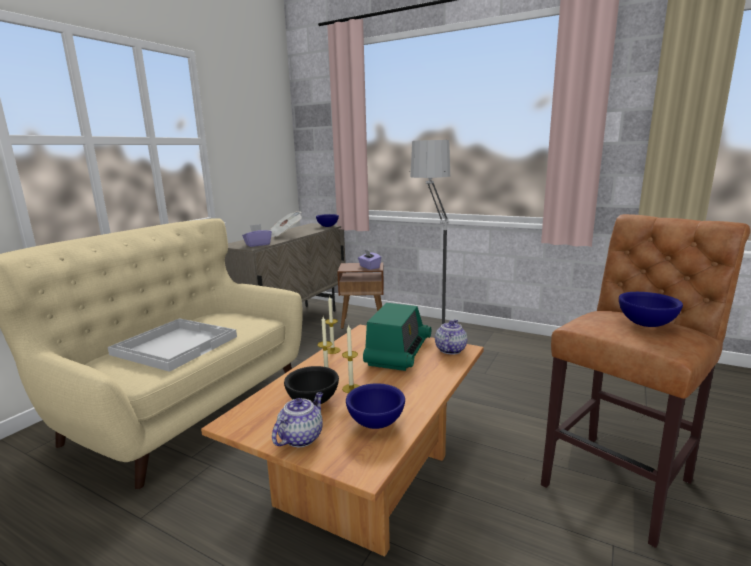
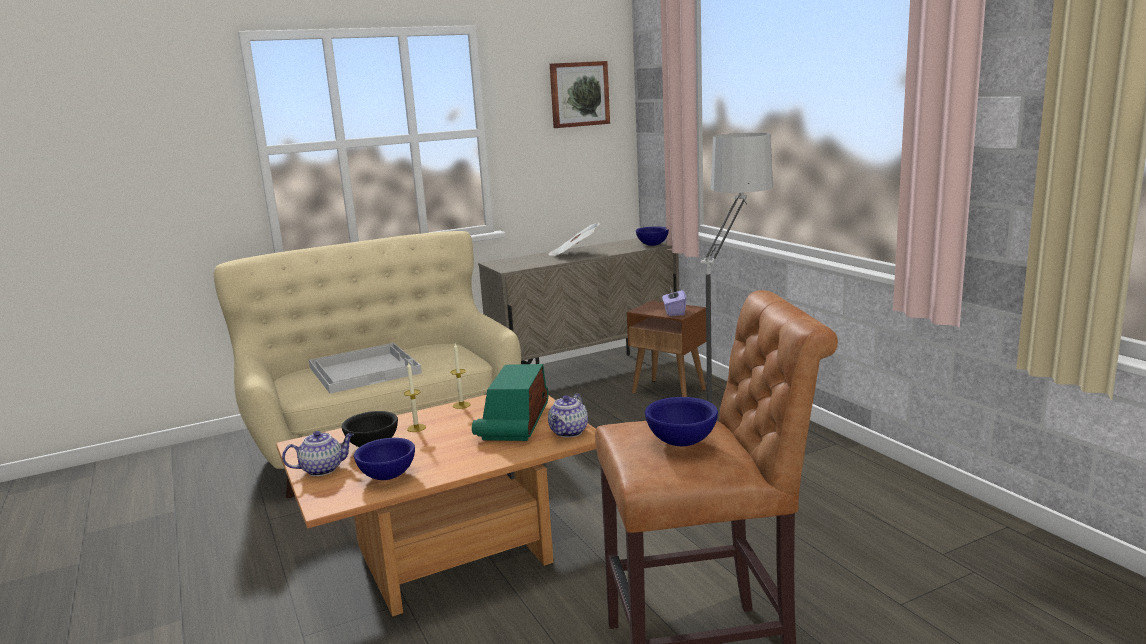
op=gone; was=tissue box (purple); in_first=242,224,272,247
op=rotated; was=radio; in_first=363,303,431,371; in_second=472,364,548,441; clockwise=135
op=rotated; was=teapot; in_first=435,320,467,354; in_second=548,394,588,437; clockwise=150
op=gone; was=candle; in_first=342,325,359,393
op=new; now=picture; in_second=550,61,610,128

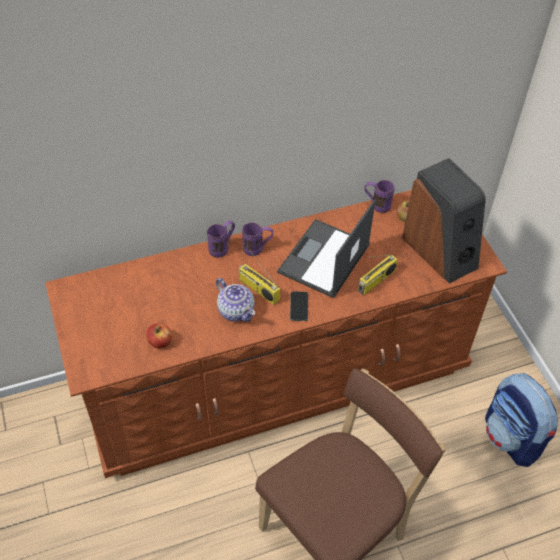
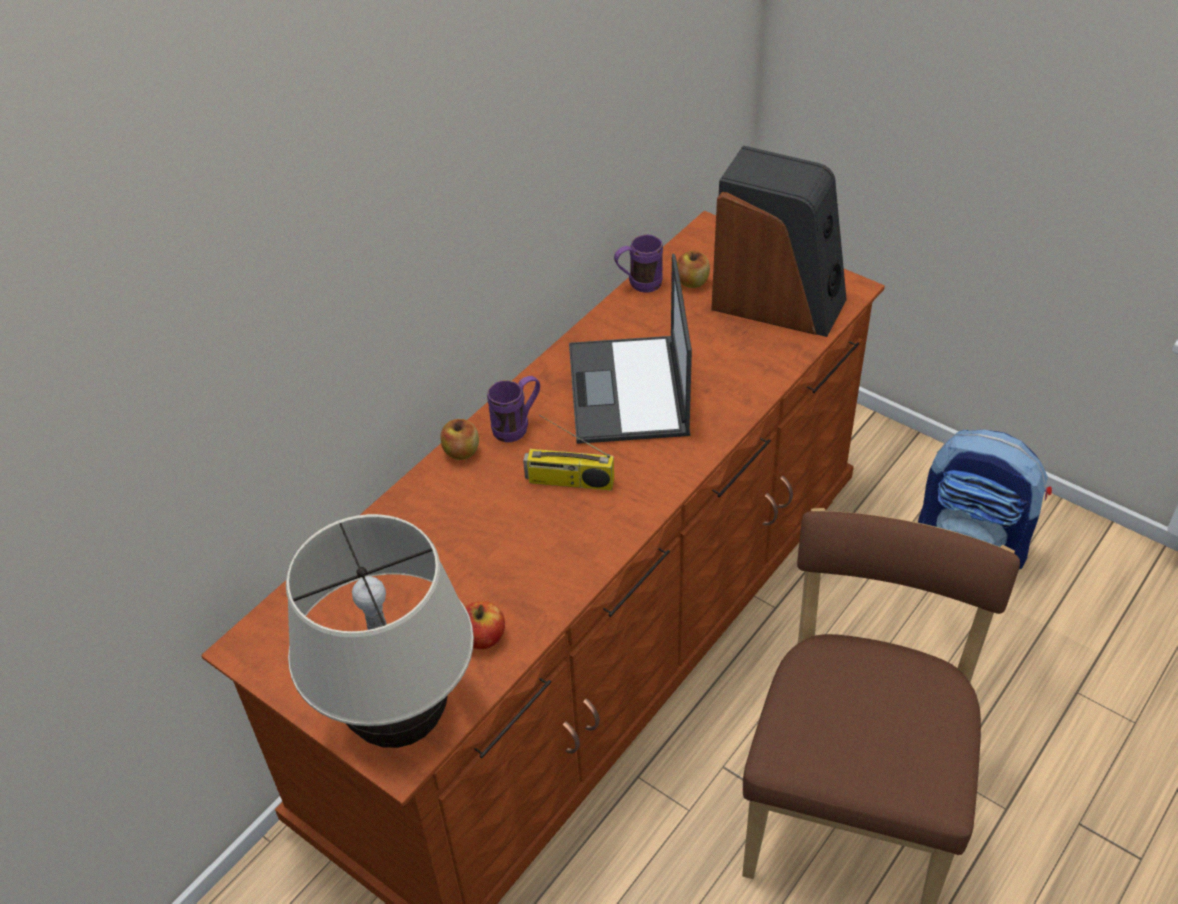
op=swapped; was=mug (purple); now=apple; in_first=207,221,235,258; in_second=440,419,479,460
op=gone; was=radio; in_first=358,254,398,295
op=gone; was=teapot; in_first=216,278,255,322
op=gone; was=phone; in_first=290,291,308,321
op=new; now=table lamp (beige); in_second=286,514,474,748

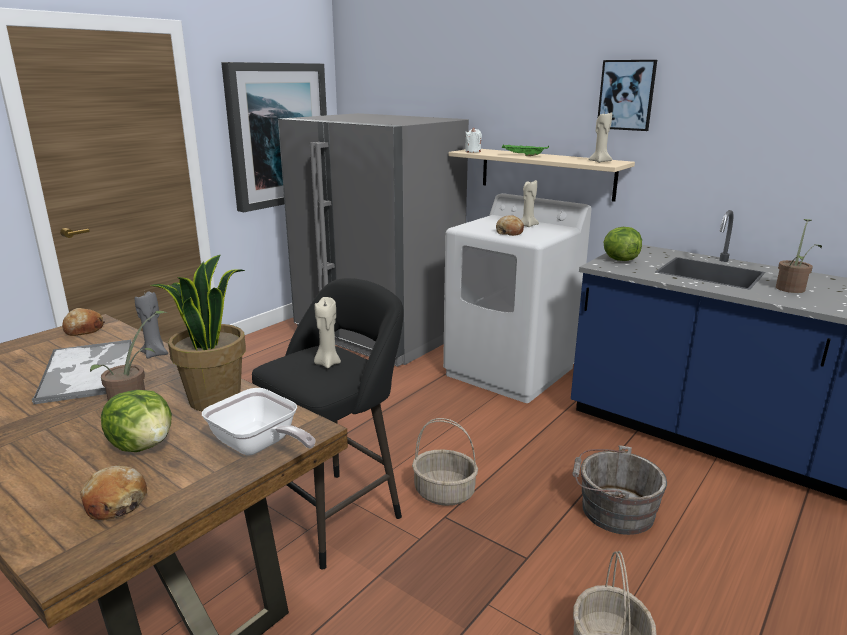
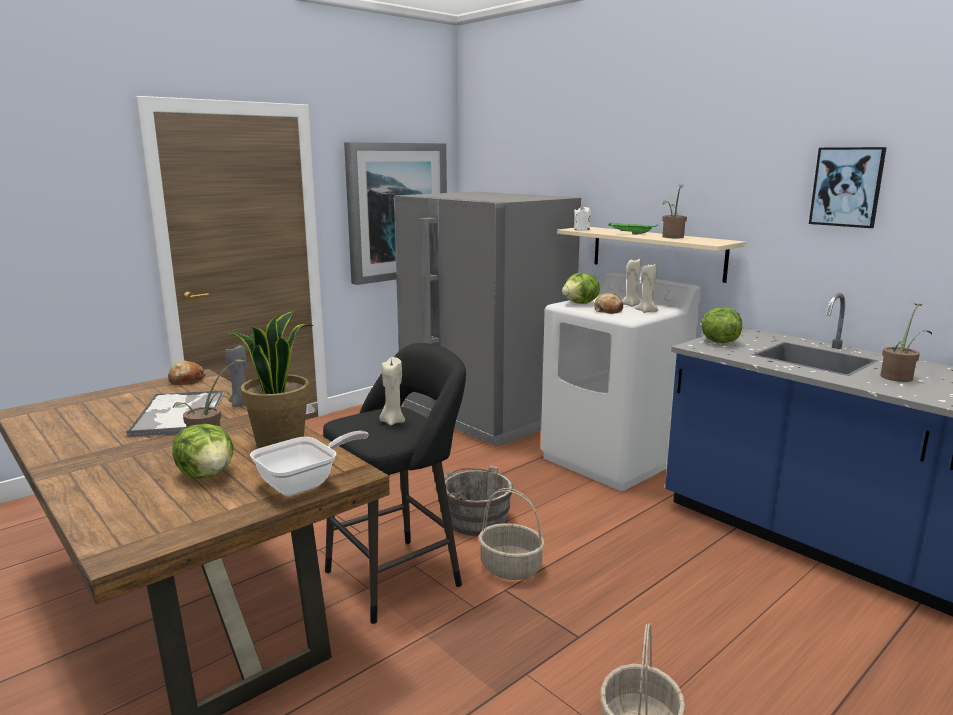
op=shifted; was=picture; in_first=598,60,657,131; in_second=809,147,887,228
op=shifted; was=candle (beige); in_first=588,112,612,163; in_second=635,264,659,313
op=rotated; was=frying pan; in_first=202,388,316,455; in_second=250,431,369,496; clockwise=-90
op=shifted; was=bucket (grey); in_first=572,445,667,535; in_second=434,465,513,536
op=gone; was=bread; in_first=80,466,147,520
op=new; now=potted plant; in_second=662,184,687,238
op=new; now=lettuce; in_second=562,273,600,304

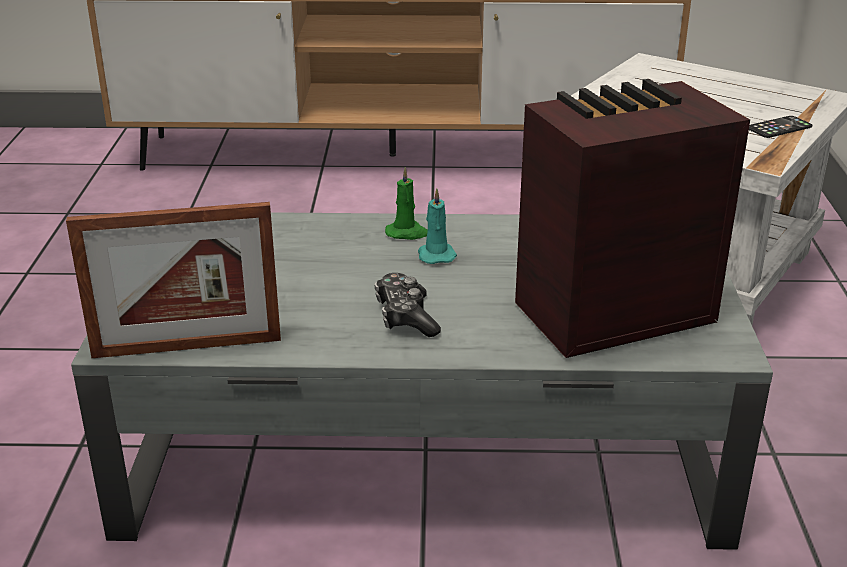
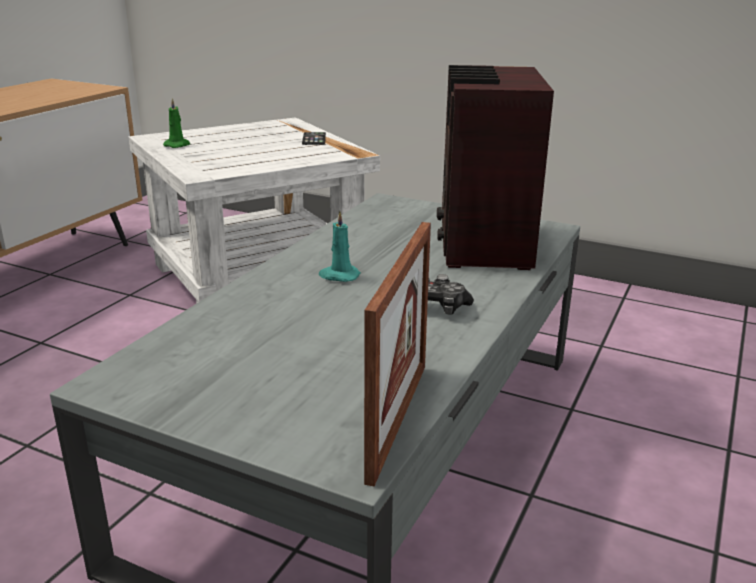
op=shifted; was=candle (green); in_first=385,167,428,240; in_second=163,98,190,148

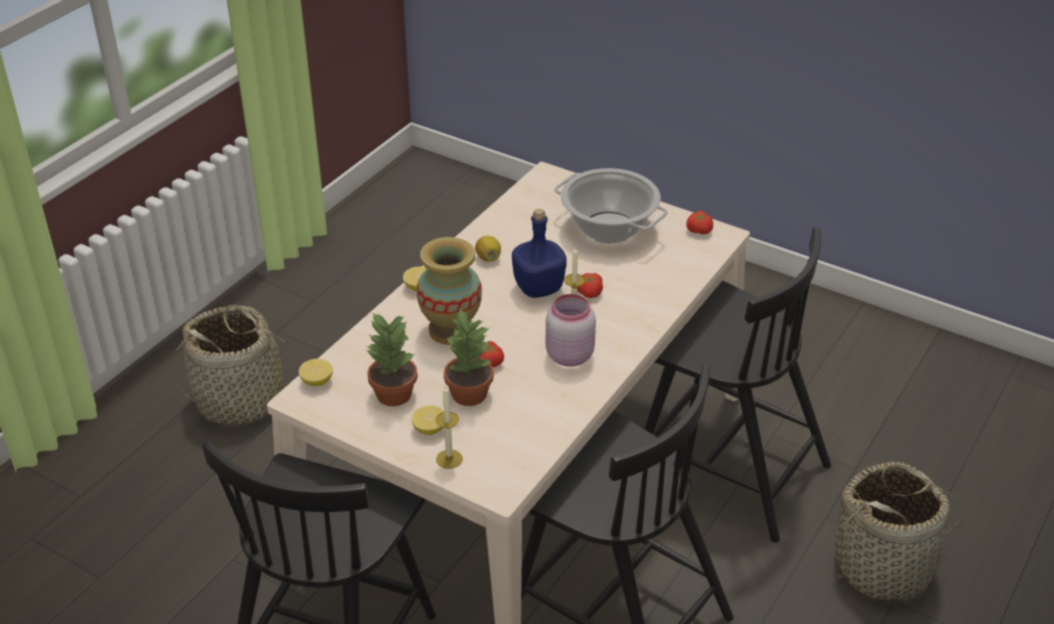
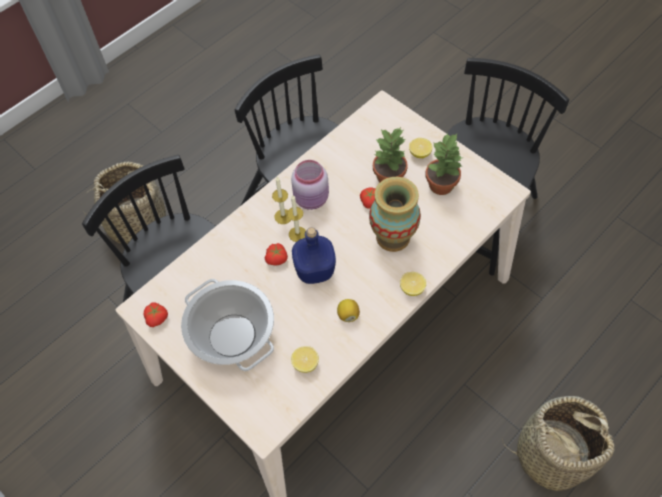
op=shifted; was=lemon; in_first=299,359,333,386; in_second=291,346,319,373
op=shifted; was=candle; in_first=436,385,463,469; in_second=272,177,291,224

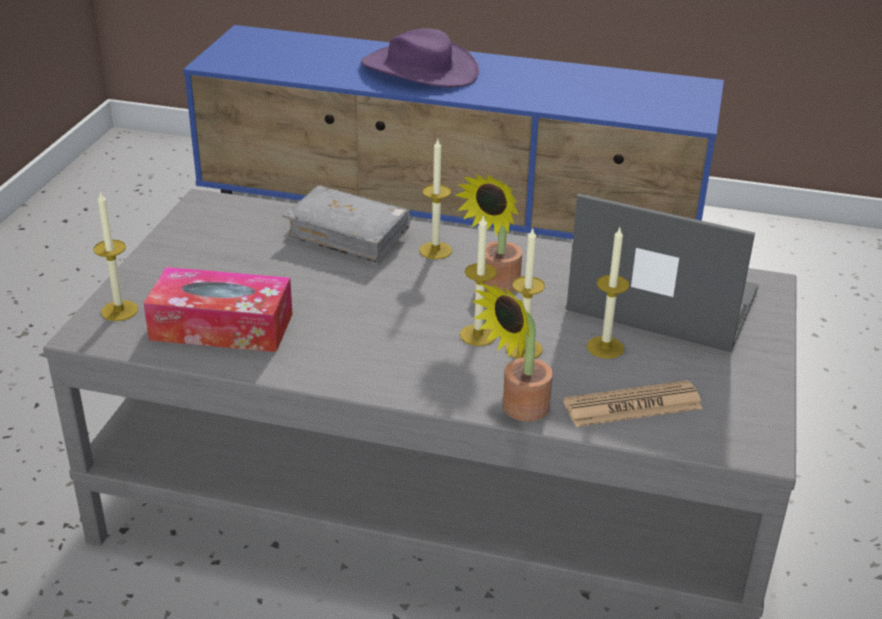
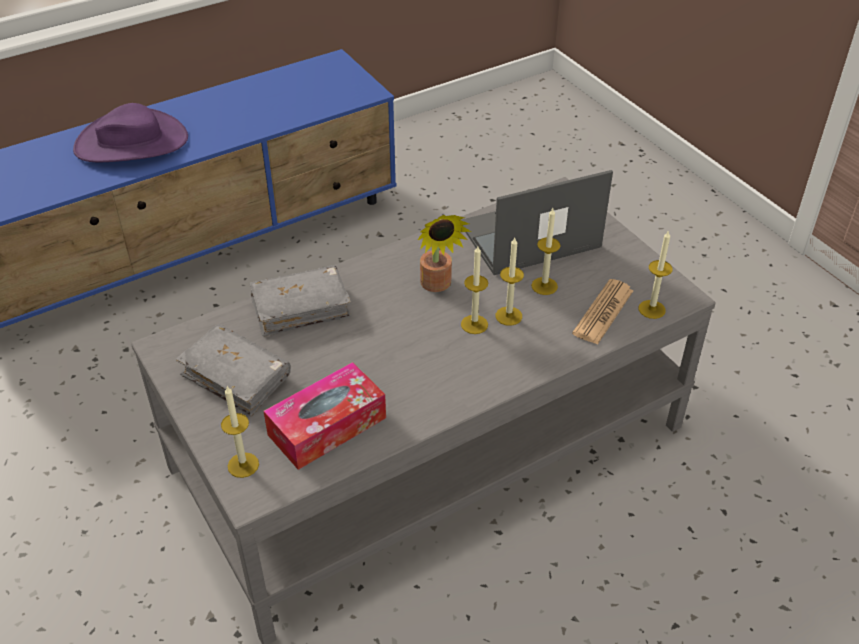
op=shifted; was=candle; in_first=419,139,452,259; in_second=639,230,673,319
op=gone; was=potted plant; in_first=471,283,553,422
op=new; now=book (grey); in_second=176,324,291,416

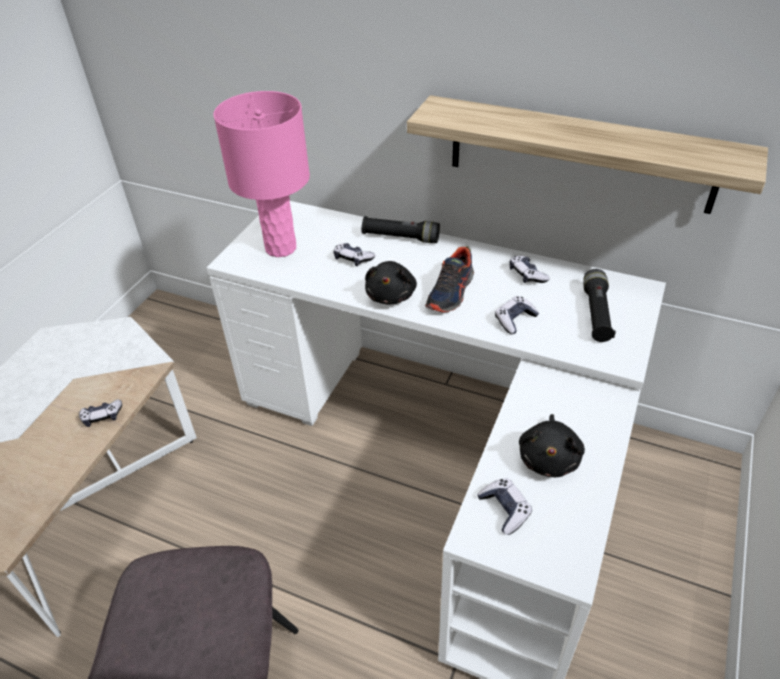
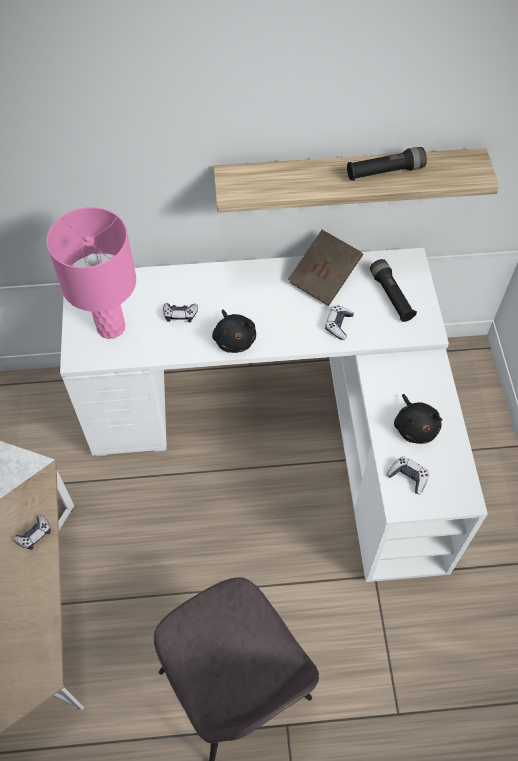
op=shifted; was=flashlight (black); in_first=361,216,440,243; in_second=347,147,427,181
op=gone; was=shoe; in_first=426,246,474,313
op=swapped; was=game controller; now=book (brown); in_first=509,256,550,283; in_second=288,230,363,306

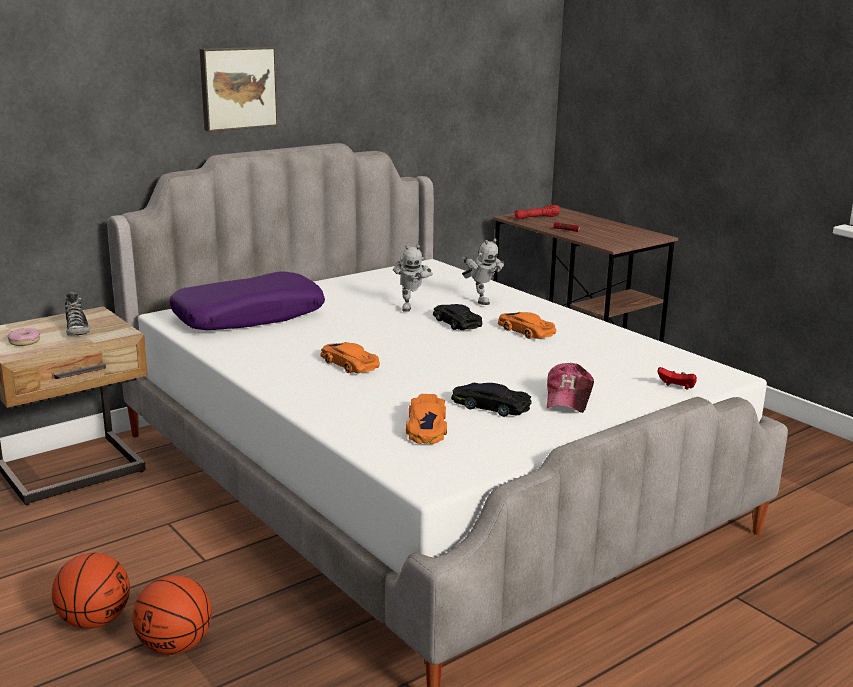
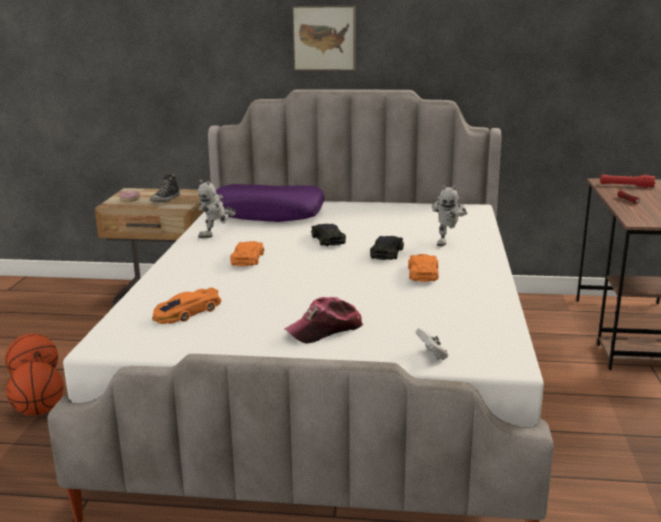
op=shifted; was=toy robot; in_first=393,245,433,312; in_second=198,180,236,238
op=repainted; was=game controller (red); now=game controller (white); in_first=657,367,697,389; in_second=415,328,448,360
op=shifted; was=toy car (black); in_first=451,383,532,417; in_second=311,224,346,246

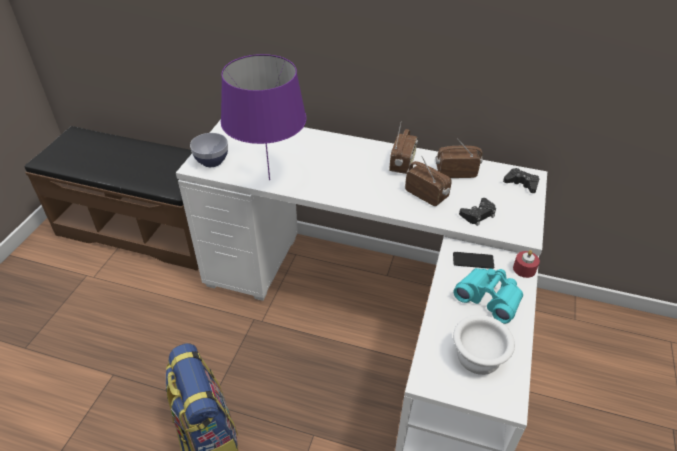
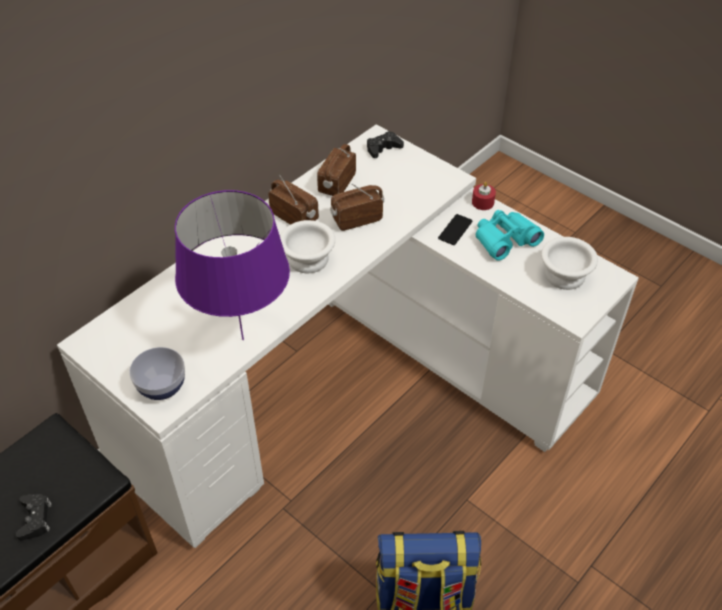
op=shifted; was=game controller (black); in_first=459,198,496,226; in_second=16,494,52,540
op=new; now=bowl (white); in_second=280,220,335,273

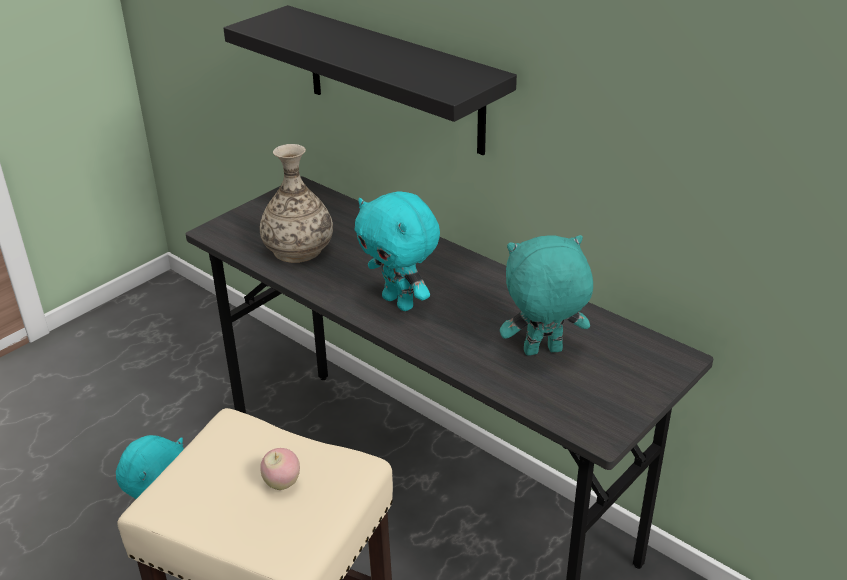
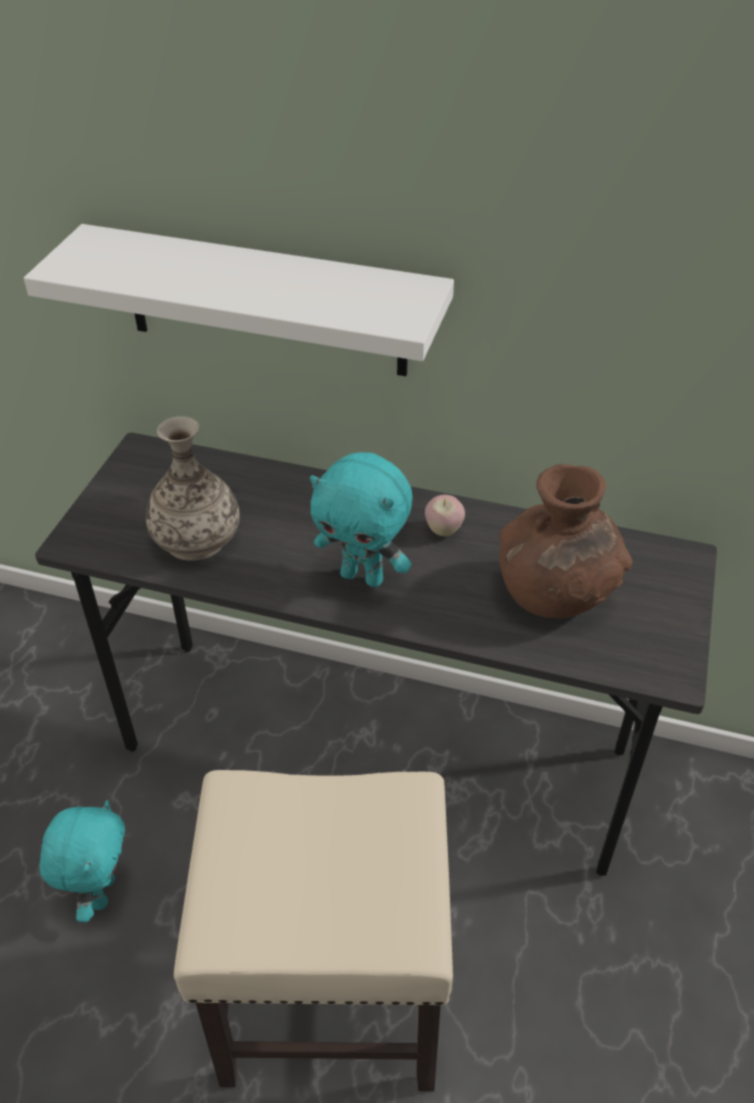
op=repainted; was=shelf (black); now=shelf (white); in_first=223,5,517,155; in_second=24,224,454,376
op=swapped; was=plush toy (turquoise); now=vase (brown); in_first=500,235,593,355; in_second=499,464,633,618
op=shifted; was=apple; in_first=260,448,300,490; in_second=425,495,465,537

